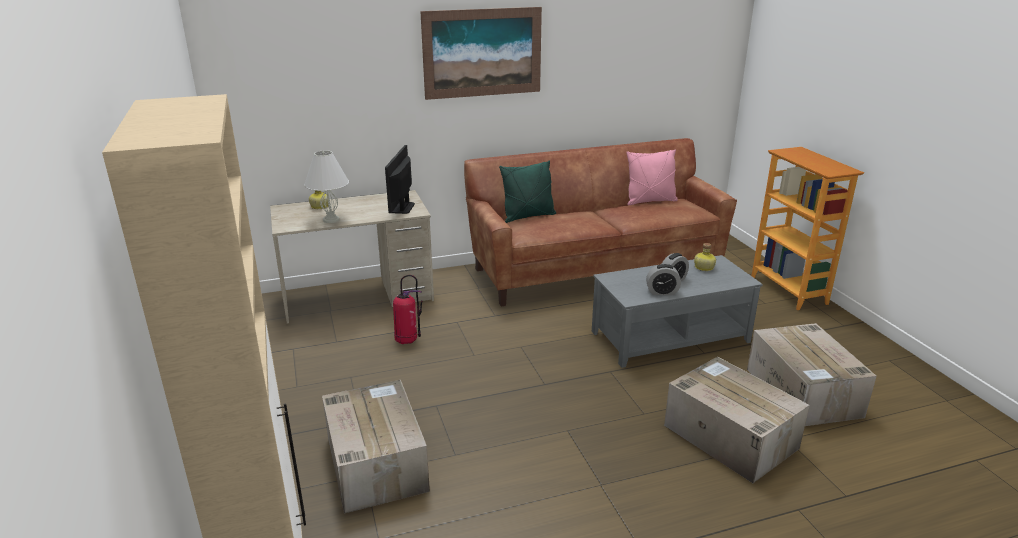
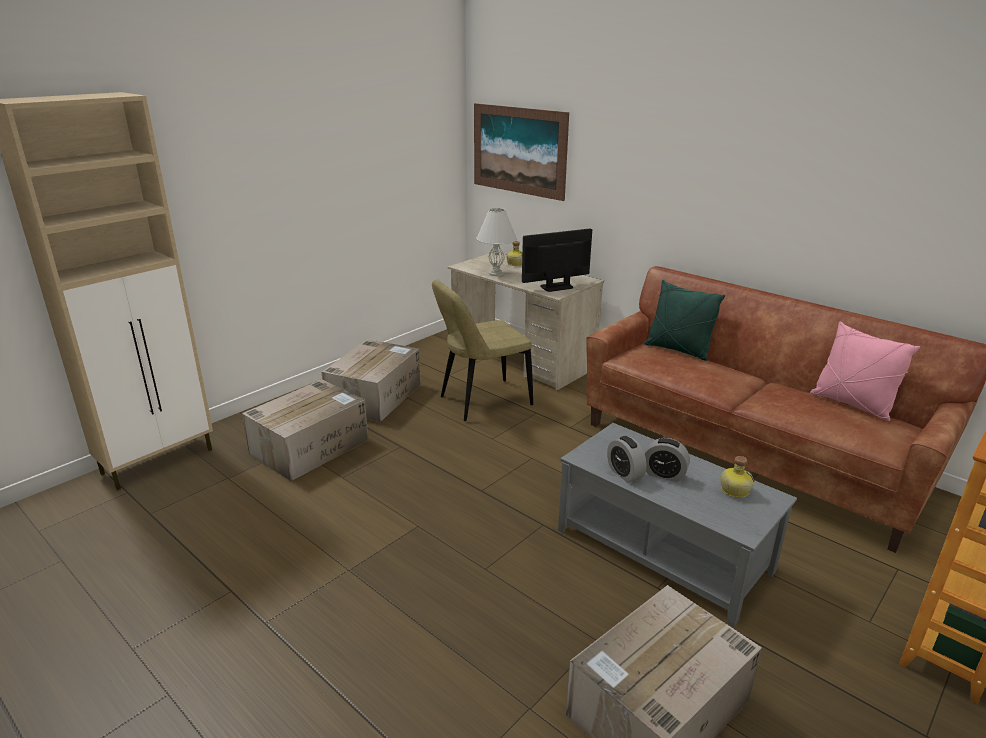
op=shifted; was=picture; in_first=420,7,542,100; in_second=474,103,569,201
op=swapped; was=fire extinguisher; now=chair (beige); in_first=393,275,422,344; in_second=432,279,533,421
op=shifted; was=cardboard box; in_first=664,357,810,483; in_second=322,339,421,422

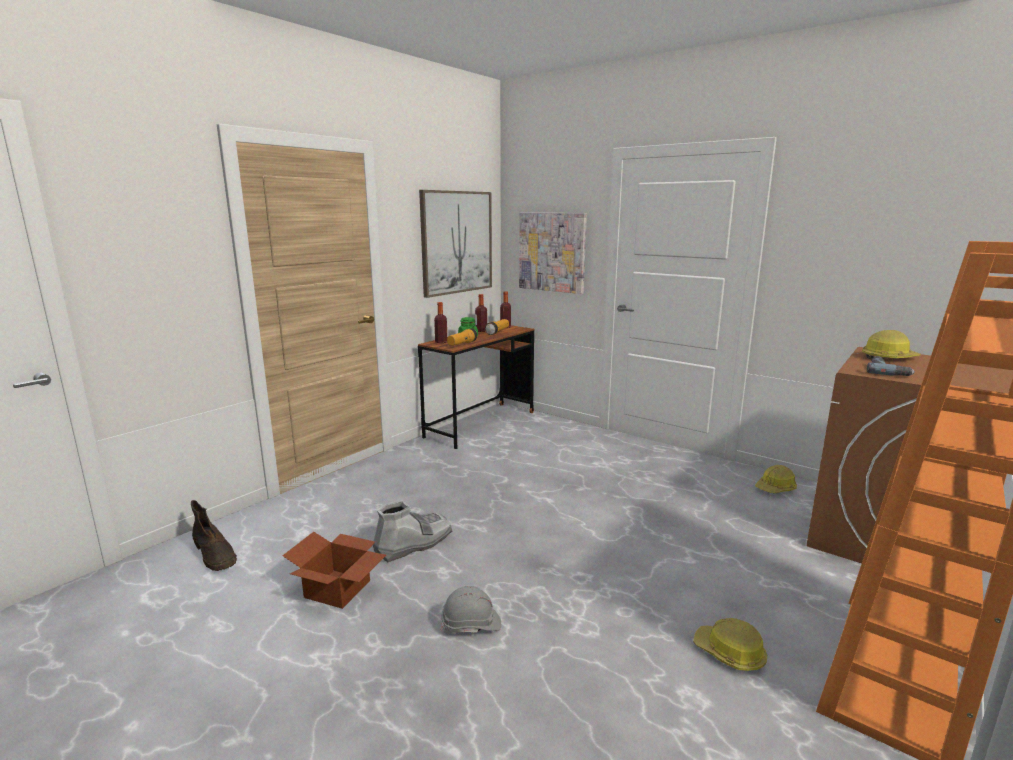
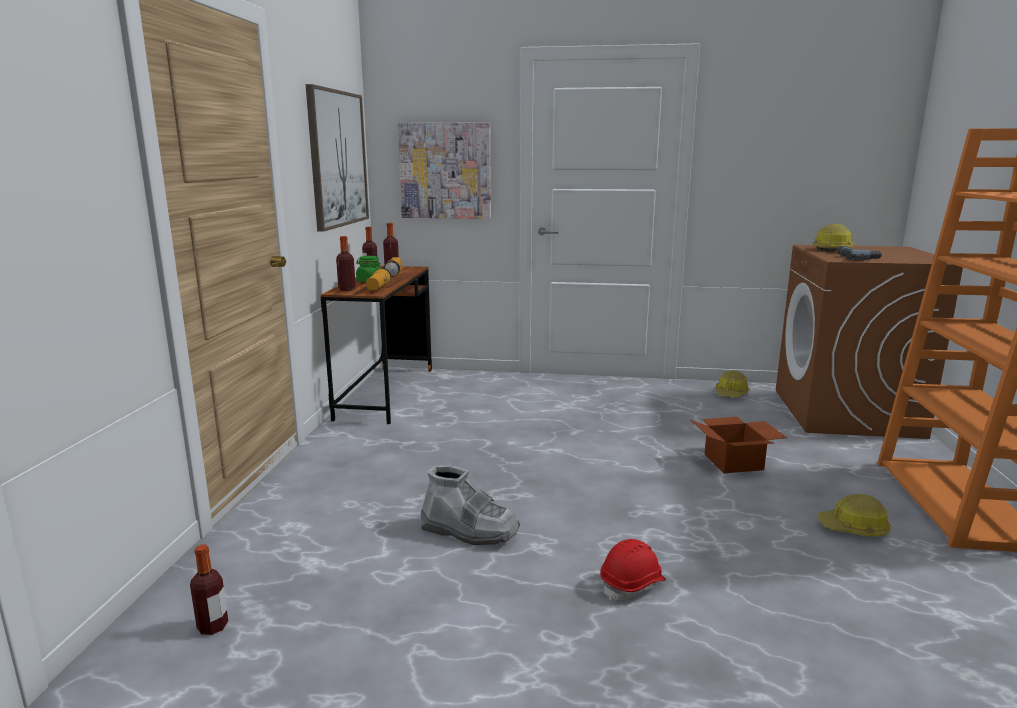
op=swapped; was=boot (brown); now=bottle; in_first=191,500,237,571; in_second=190,544,228,635
op=rotated; was=boot (grey); in_first=373,500,453,562; in_second=421,465,520,545; clockwise=90
op=shifted; was=cardboard box; in_first=282,532,386,609; in_second=691,417,787,473
op=repainted; was=hard hat (grey); now=hard hat (red); in_first=441,586,501,634; in_second=600,539,666,601

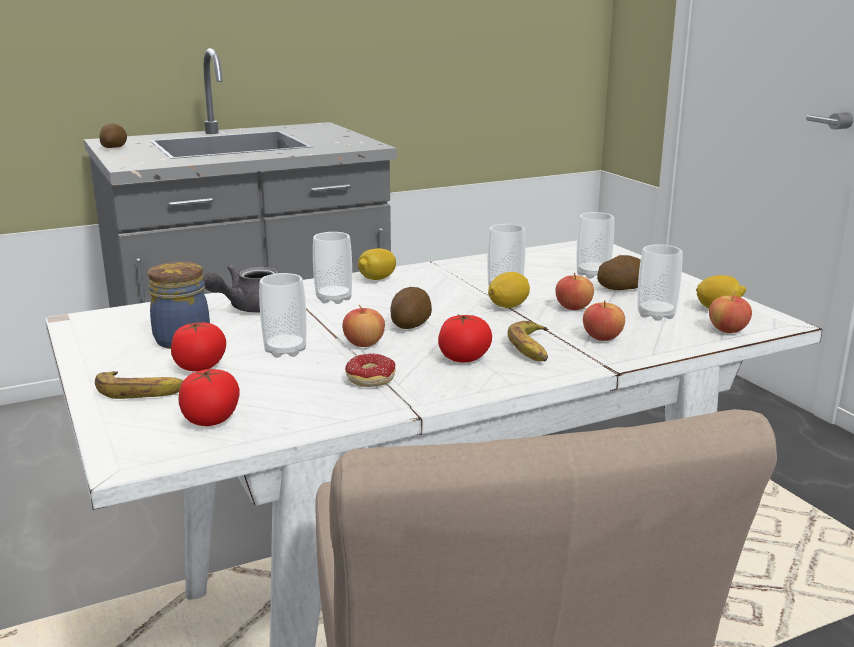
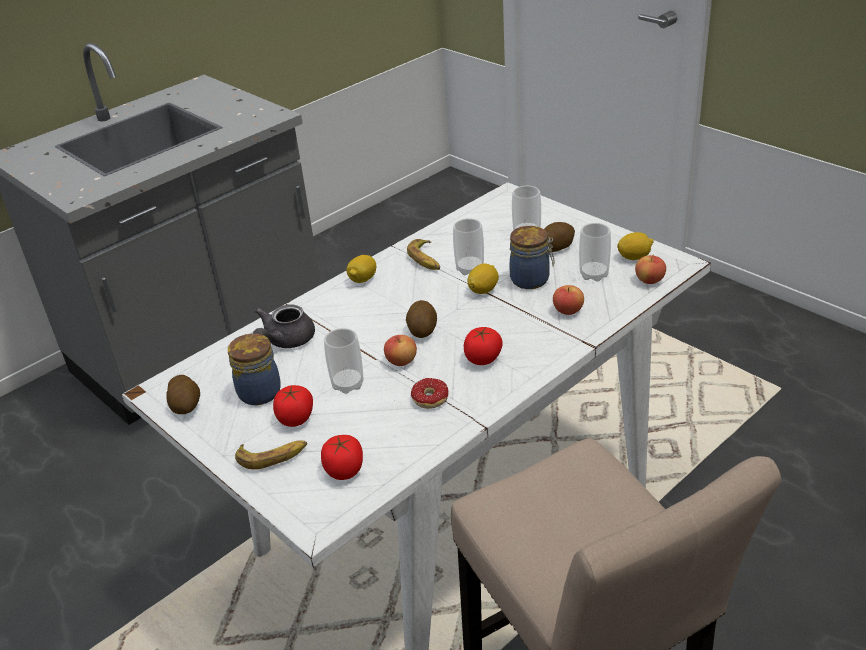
op=shifted; was=potato; in_first=99,123,127,148; in_second=167,375,200,414
op=gone; was=cup; in_first=313,232,352,304
op=swapped; was=apple; now=jar; in_first=555,273,594,310; in_second=510,226,554,289
op=shifted; was=banana; in_first=507,321,548,361; in_second=407,239,440,270

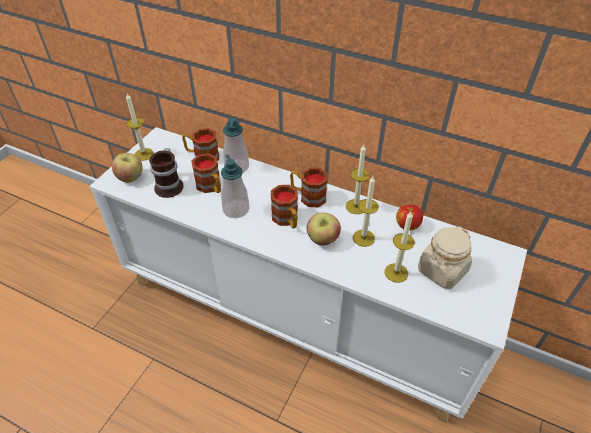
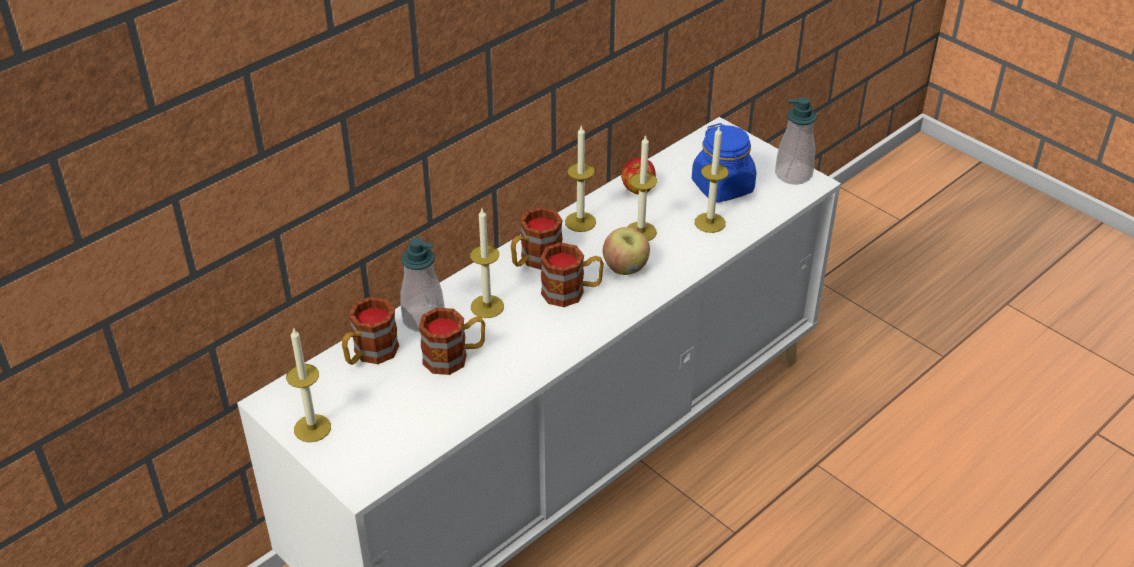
op=gone; was=mug; in_first=149,148,184,198
op=gone; was=apple; in_first=112,153,142,183
op=shifted; was=soap dispenser; in_first=221,154,249,218; in_second=775,97,817,185
op=repainted; was=jar (beige); now=jar (blue); in_first=418,226,472,289; in_second=692,123,756,202
op=new; now=candle; in_second=470,209,504,318

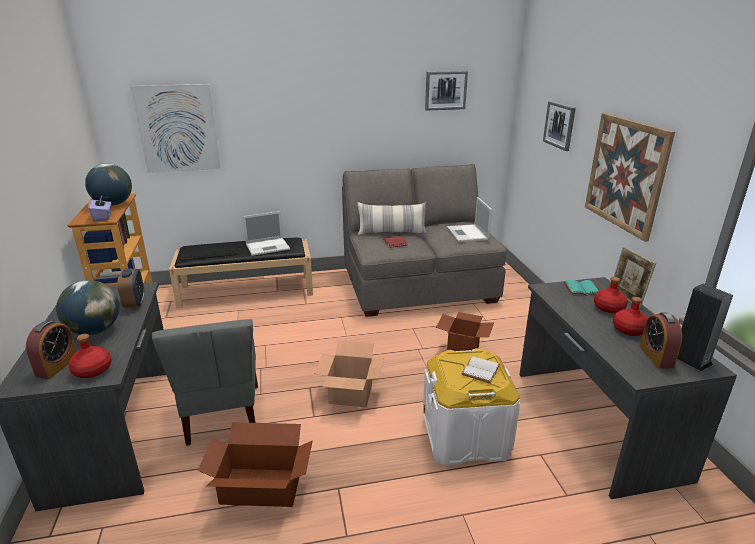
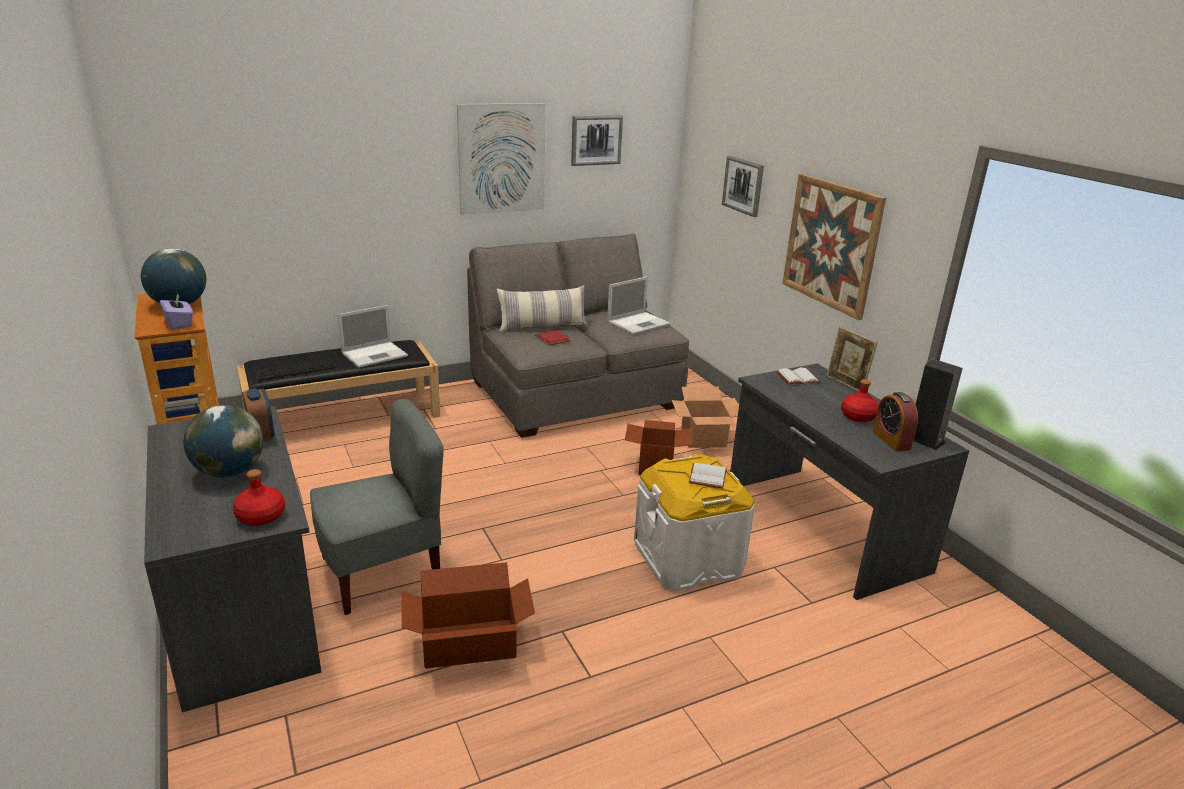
op=shifted; was=picture; in_first=131,84,220,173; in_second=457,103,546,215
op=rotated; was=laptop; in_first=447,197,492,242; in_second=607,277,670,335; clockwise=-105
op=gone; was=bottle (red); in_first=594,277,628,313
op=repainted; was=book (turquoise); now=book (white); in_first=564,280,599,296; in_second=776,367,820,385
op=rotated; was=chair (grey); in_first=152,319,258,446; in_second=310,399,443,615; clockwise=-90
op=gone; was=alarm clock; in_first=26,321,77,379
op=shifted; was=cardboard box; in_first=314,340,384,407; in_second=672,387,739,448

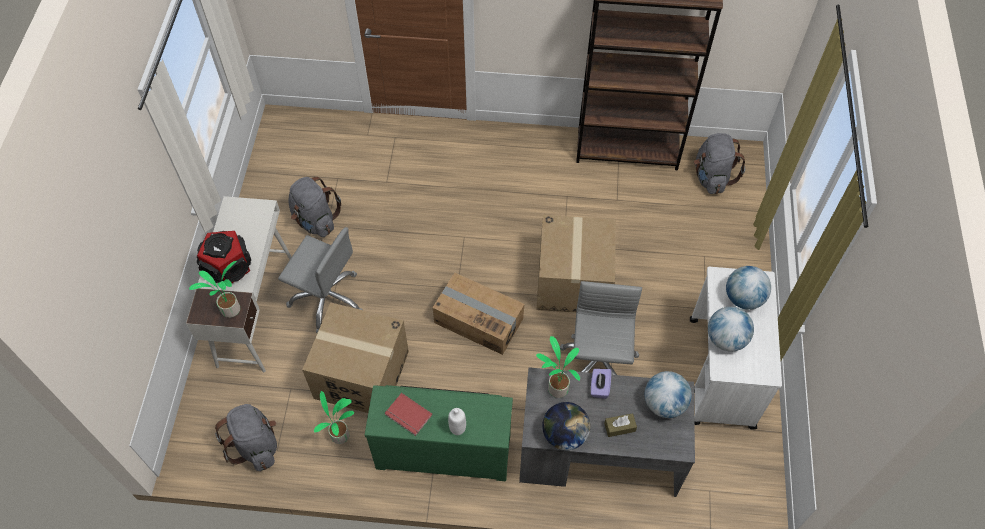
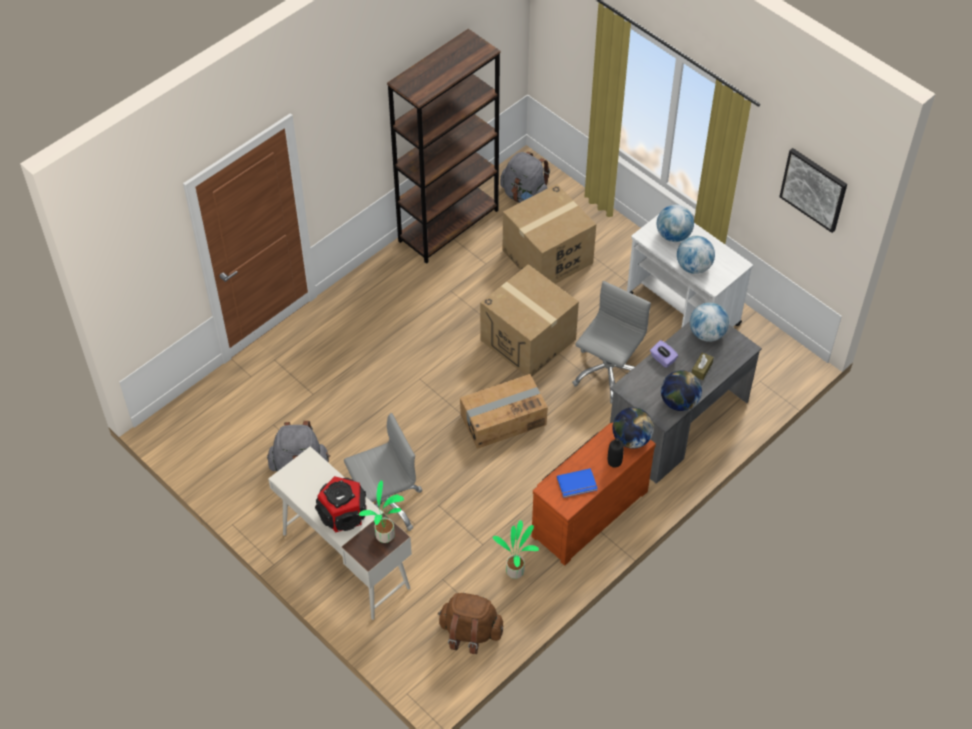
op=rotated; was=office chair (grey); in_first=560,281,642,375; in_second=572,281,651,404; clockwise=75
op=shifted; was=cardboard box; in_first=302,302,409,413; in_second=503,184,596,284
op=gone; was=potted plant; in_first=536,336,580,398
op=repainted; was=dresser (green); now=dresser (brown); in_first=365,385,513,481; in_second=531,421,656,565
op=repainted; was=book (red); now=book (blue); in_first=385,393,432,436; in_second=557,468,598,498
op=repainted; was=backpack (grey); now=backpack (brown); in_first=215,404,277,471; in_second=438,593,503,654
op=repainted; was=bottle (white); now=bottle (black); in_first=448,408,466,435; in_second=608,438,624,467
op=new; now=picture; in_second=779,148,847,233
op=new; now=globe; in_second=613,407,654,449

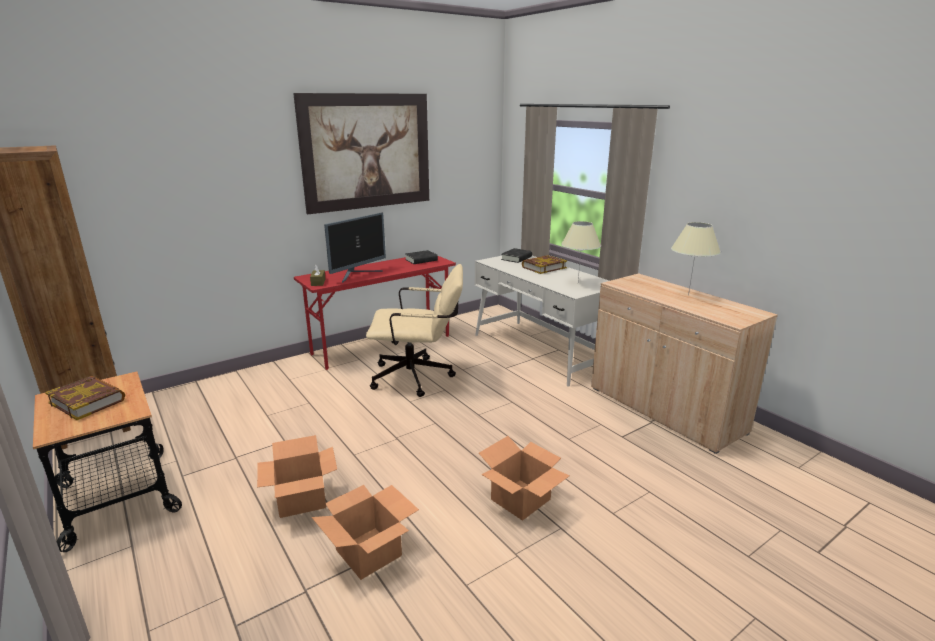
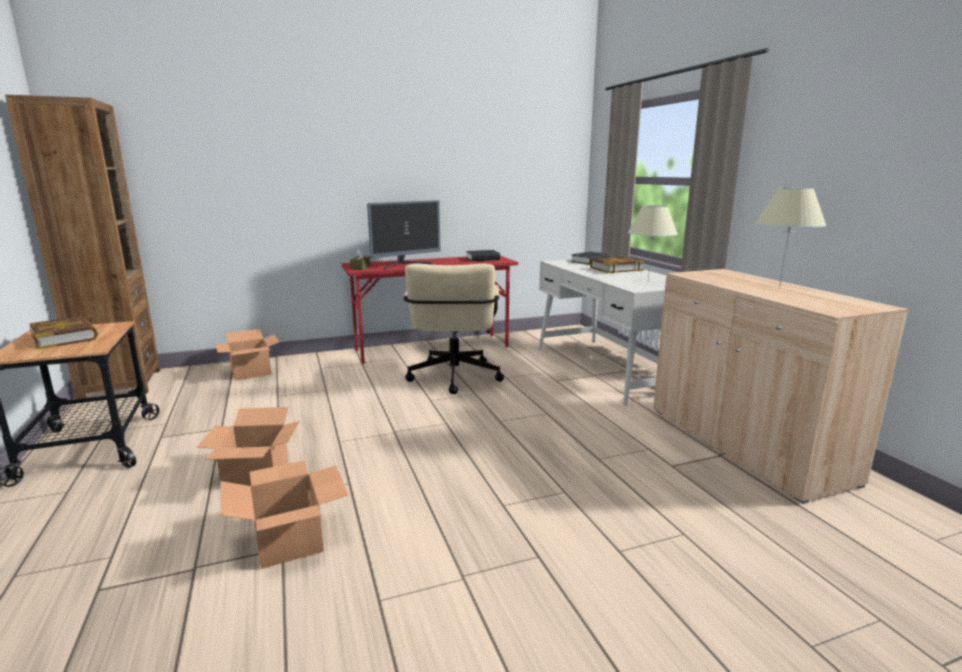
op=gone; was=picture; in_first=293,93,429,214
op=rotated; was=office chair (beige); in_first=366,264,463,397; in_second=404,263,504,394; clockwise=75
op=shifted; was=cardboard box; in_first=479,436,569,521; in_second=215,329,279,381

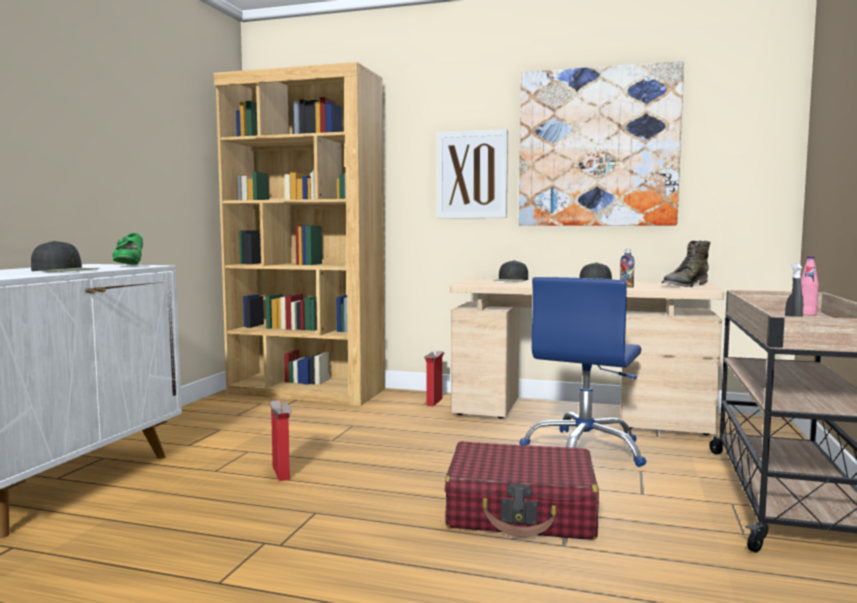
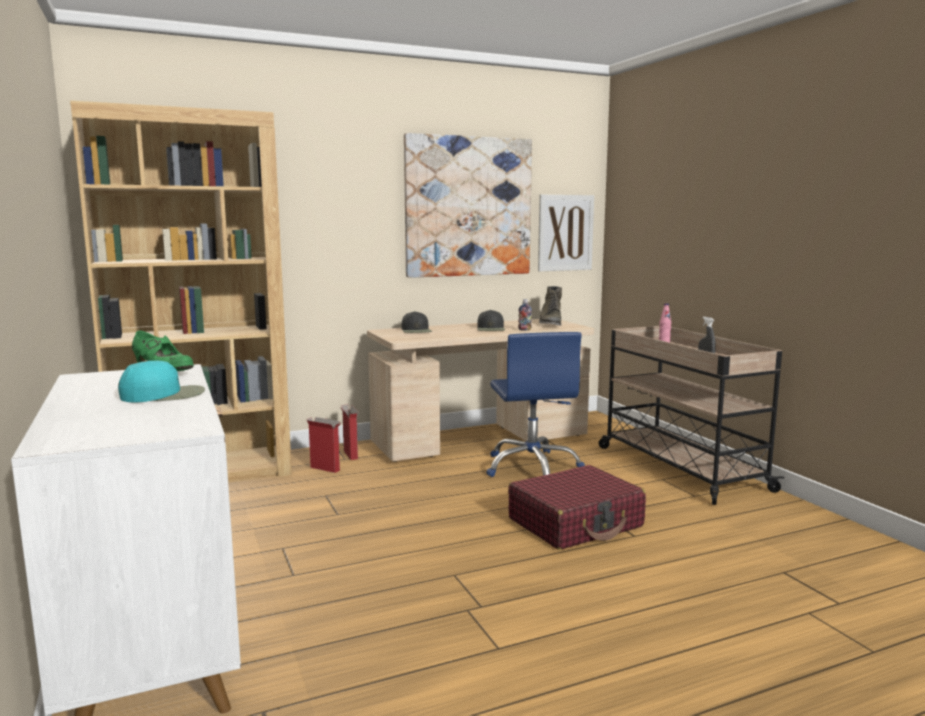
op=shifted; was=picture; in_first=437,129,508,218; in_second=538,195,594,271
op=repainted; was=cap (black); now=cap (turquoise); in_first=31,241,99,272; in_second=118,360,205,402
op=shifted; was=cardboard box; in_first=267,400,292,481; in_second=307,417,341,473

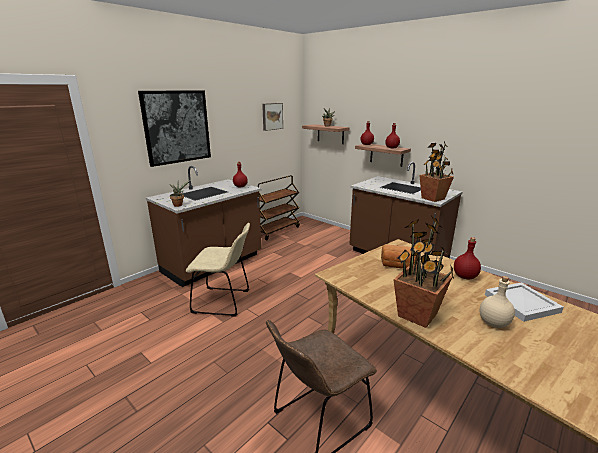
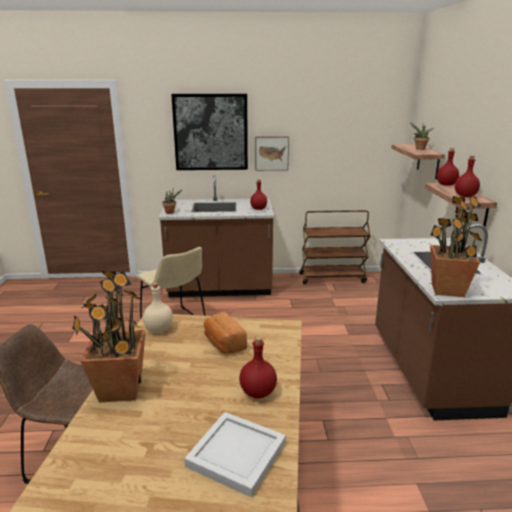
op=shifted; was=picture; in_first=262,103,283,131; in_second=255,136,289,171
op=shifted; was=bottle (beige); in_first=479,276,515,328; in_second=143,283,173,333

